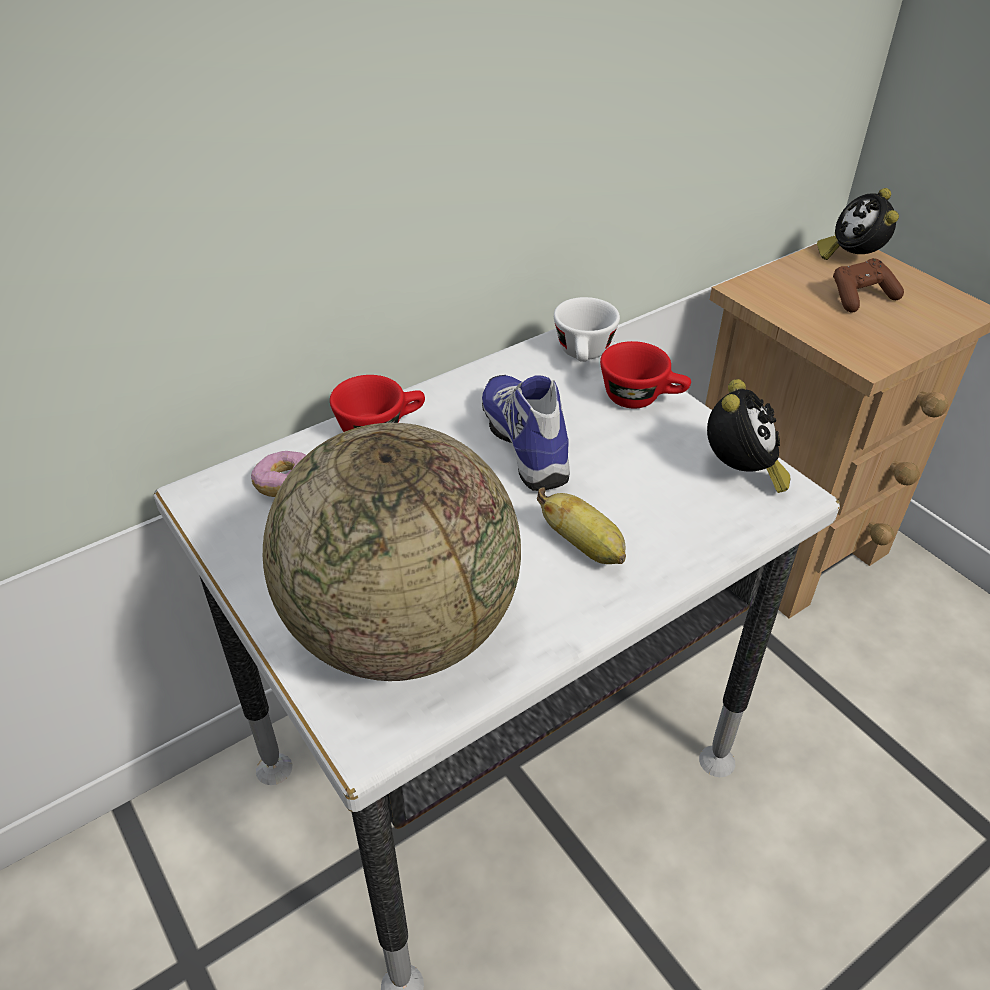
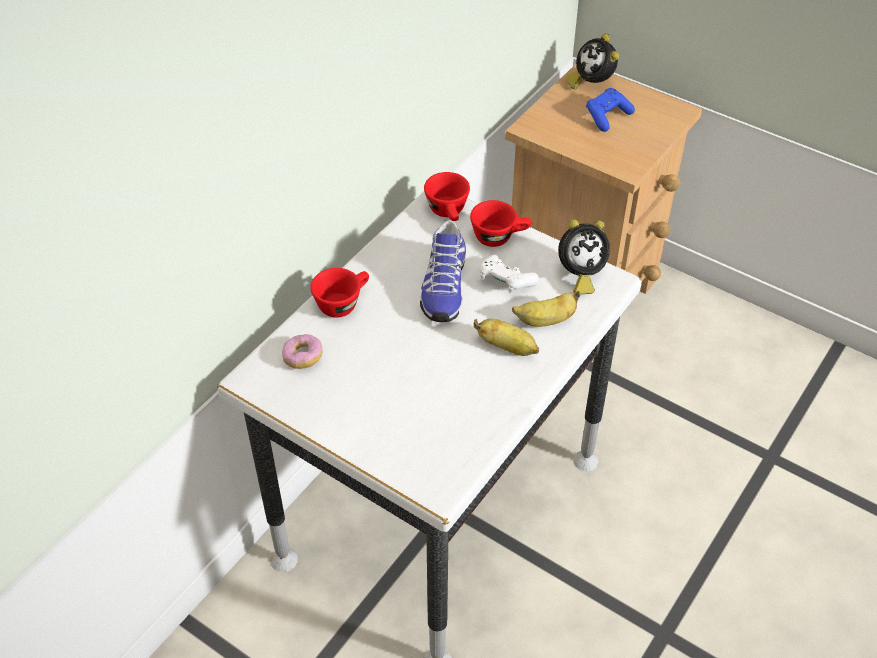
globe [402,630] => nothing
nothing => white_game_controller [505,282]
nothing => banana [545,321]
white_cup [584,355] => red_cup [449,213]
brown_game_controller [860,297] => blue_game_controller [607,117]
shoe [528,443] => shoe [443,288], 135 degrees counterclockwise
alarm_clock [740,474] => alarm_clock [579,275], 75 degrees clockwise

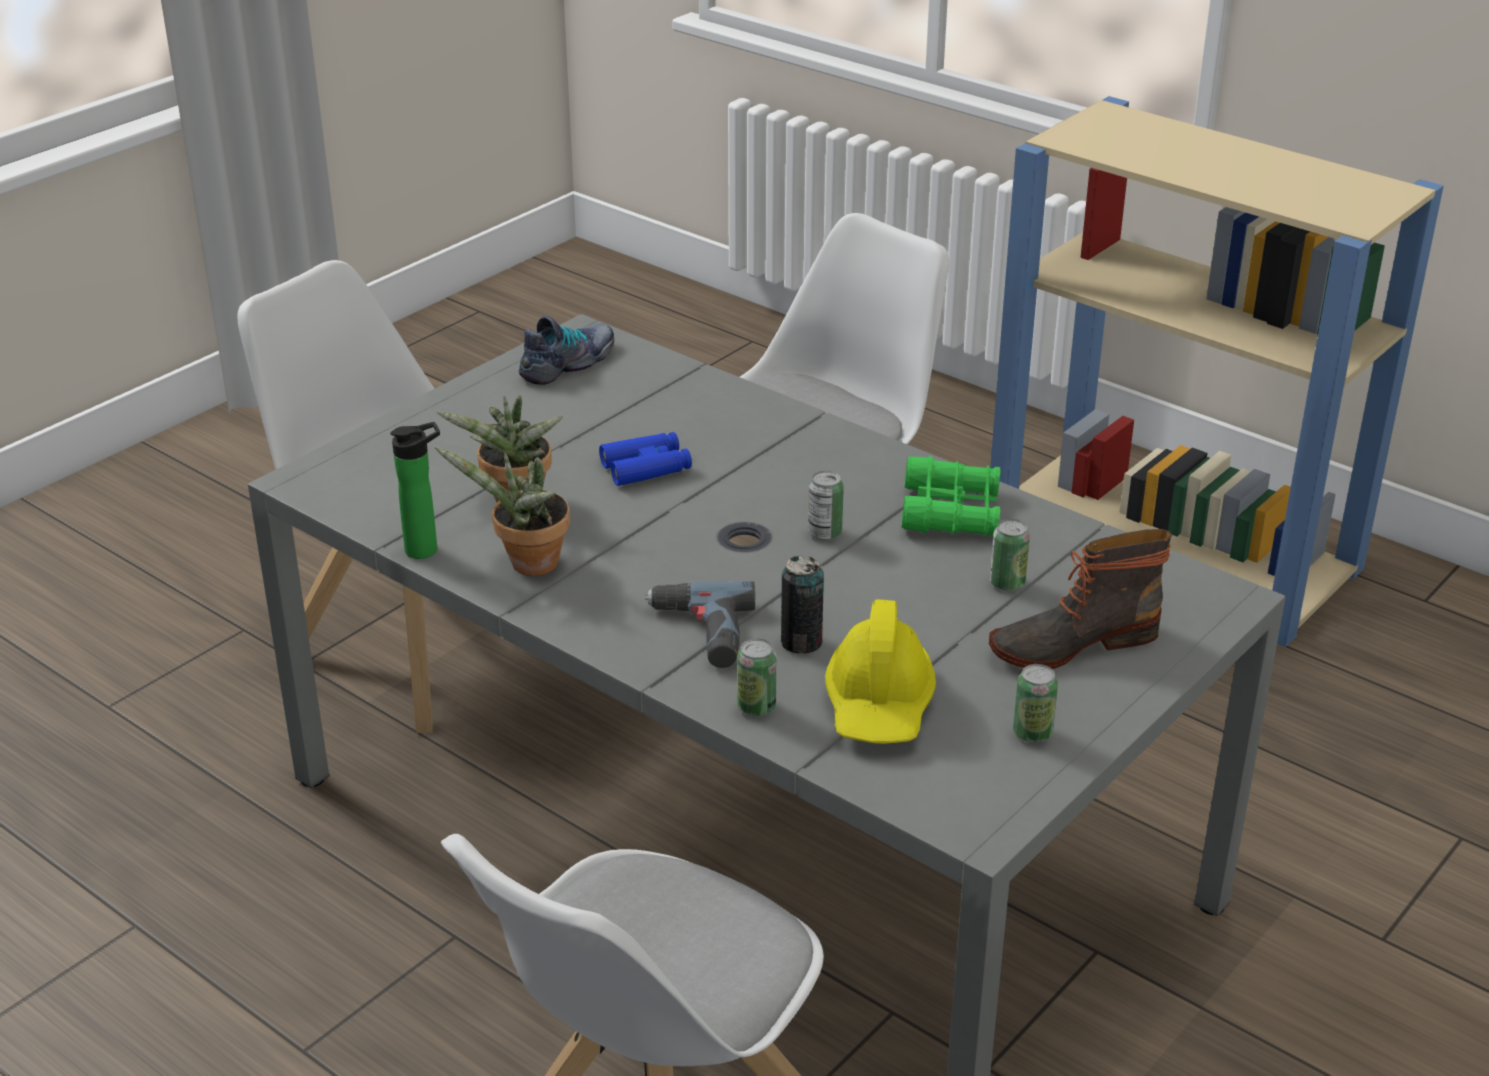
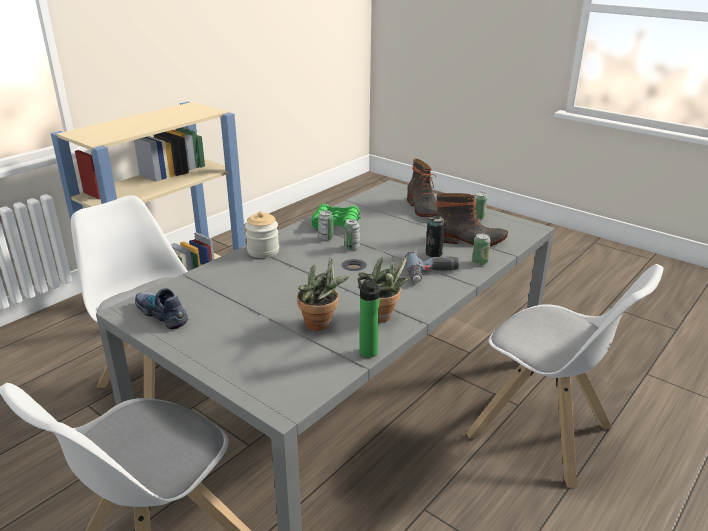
blue_binoculars [646,468] => nothing
nothing => jar [263,251]
can [1007,583] => can [326,238], shifted
yellow_hard_hat [879,704] => boot [469,240]

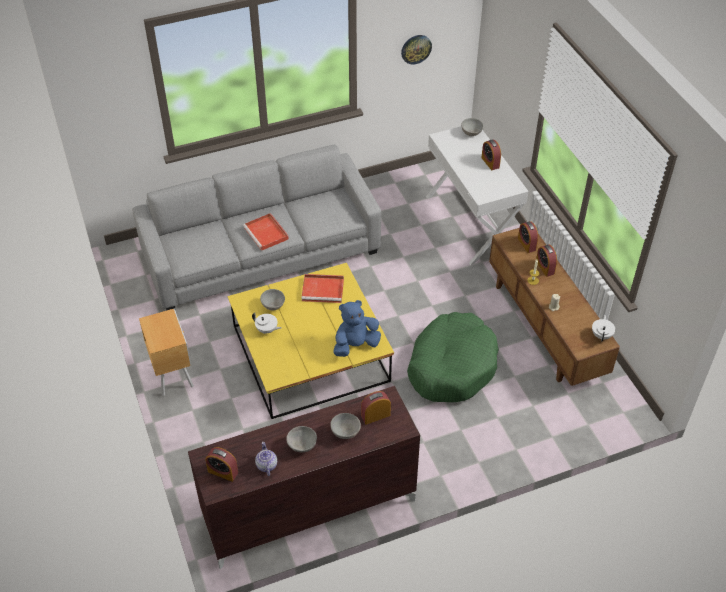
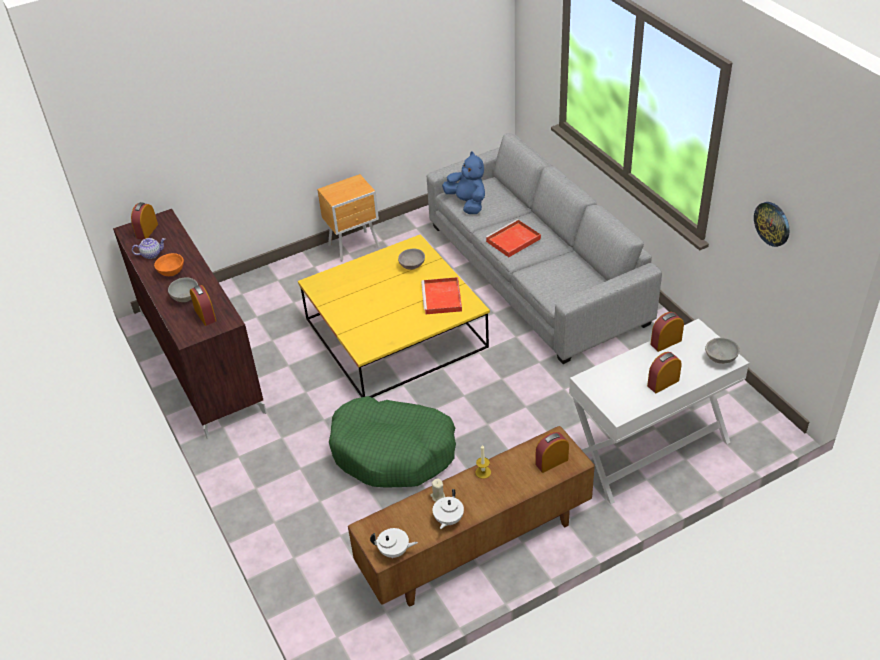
white_teapot [267,330] => white_teapot [448,519], shifted
blue_plush_toy [355,345] => blue_plush_toy [467,203], shifted
alarm_clock [545,267] => alarm_clock [666,342], shifted
grey_bowl [302,446] => orange_bowl [171,272]

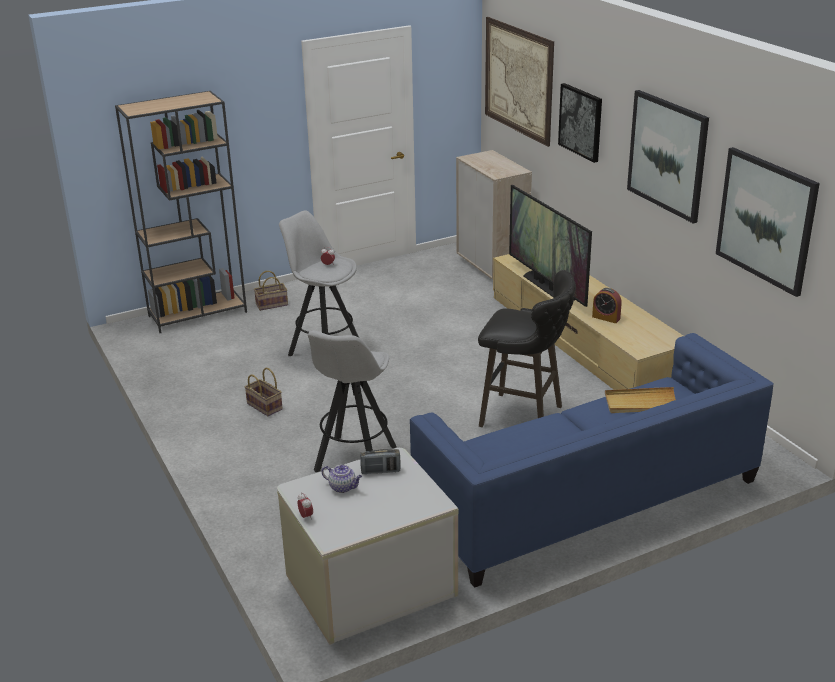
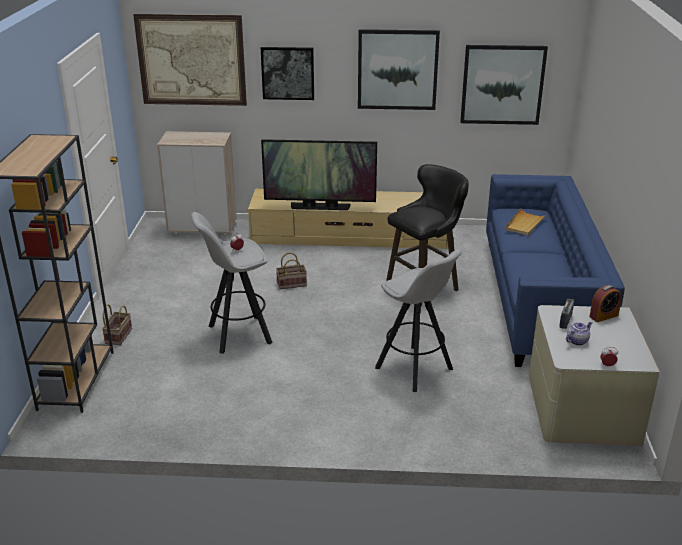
basket [265,406] => basket [292,284], shifted
alarm_clock [606,318] => alarm_clock [603,316], shifted

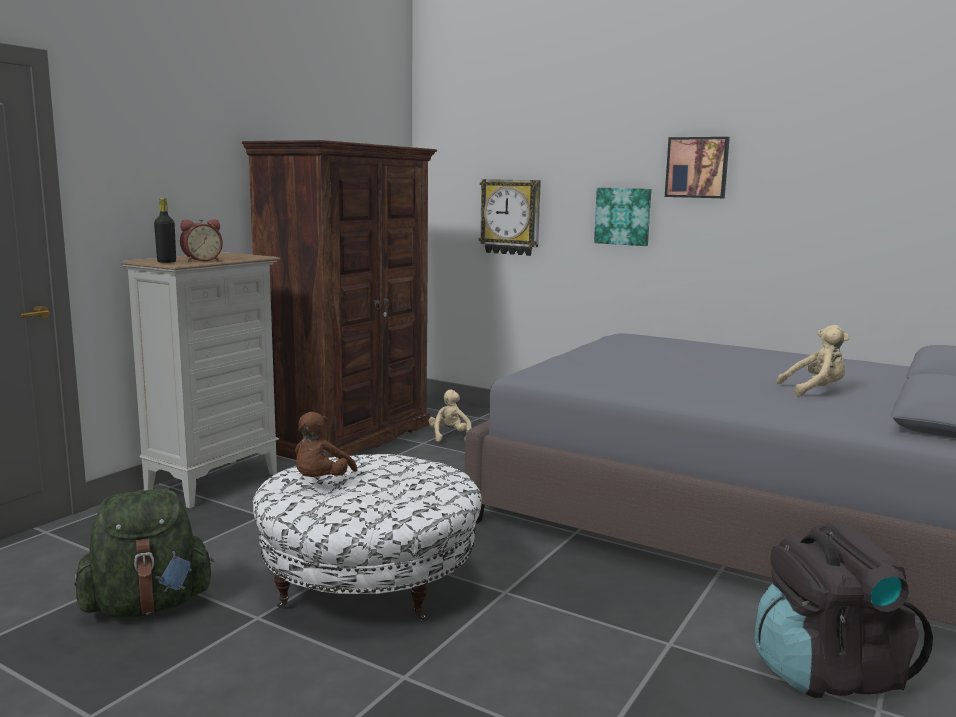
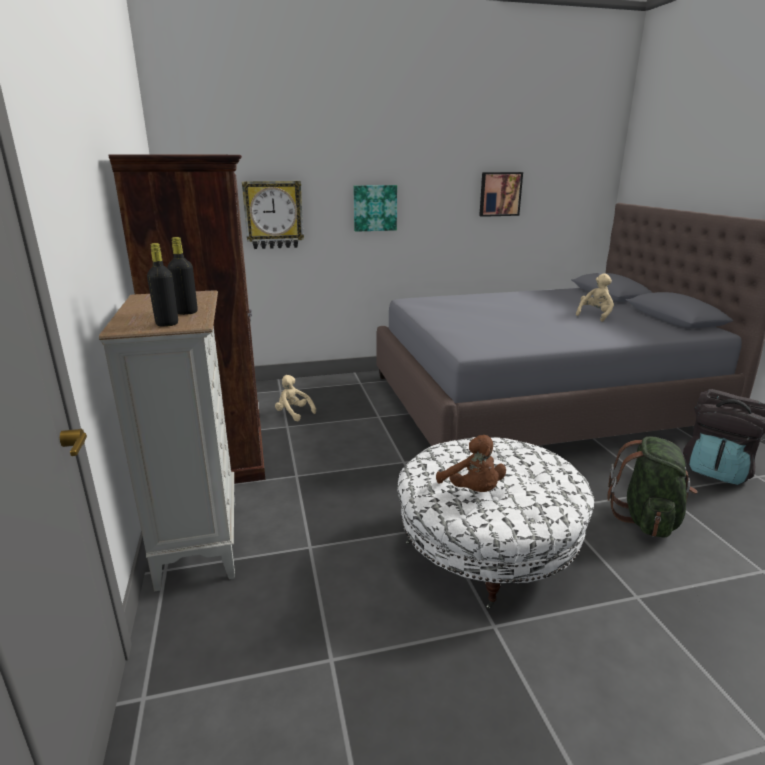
green_backpack [148,606] => green_backpack [647,519], shifted
picture [697,167] => picture [499,194], shifted
alarm_clock [201,260] => black_bottle [186,312]

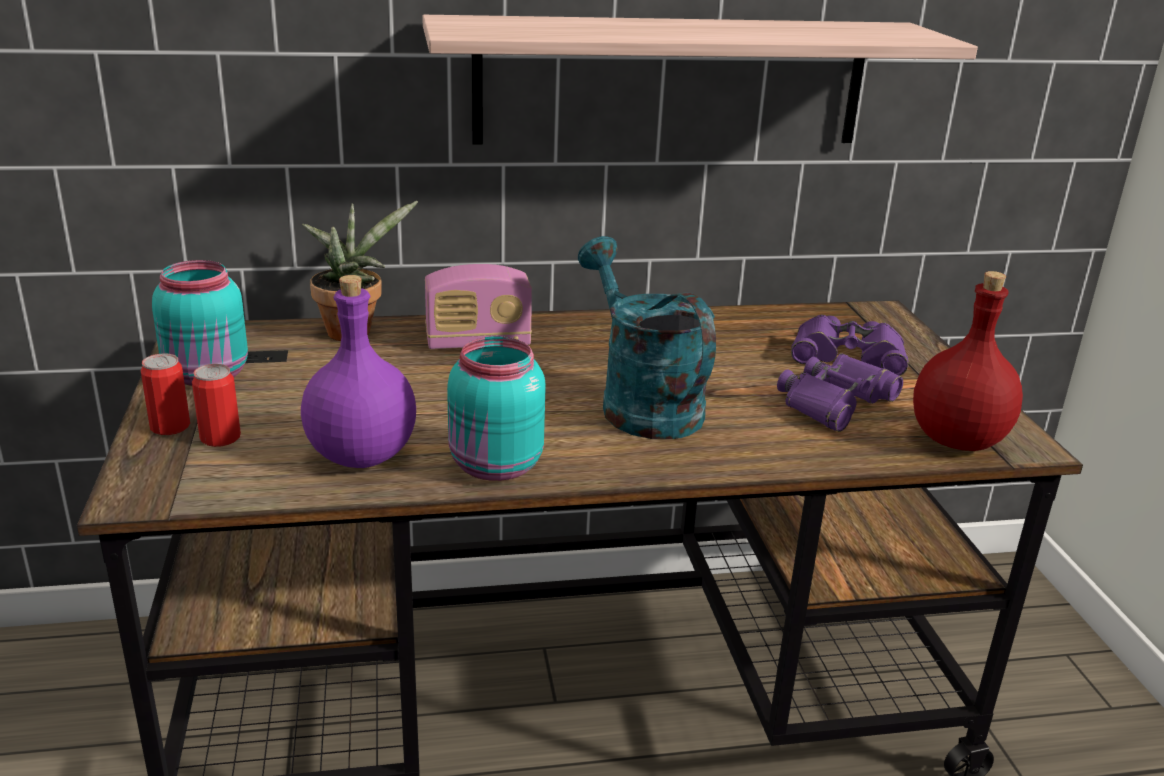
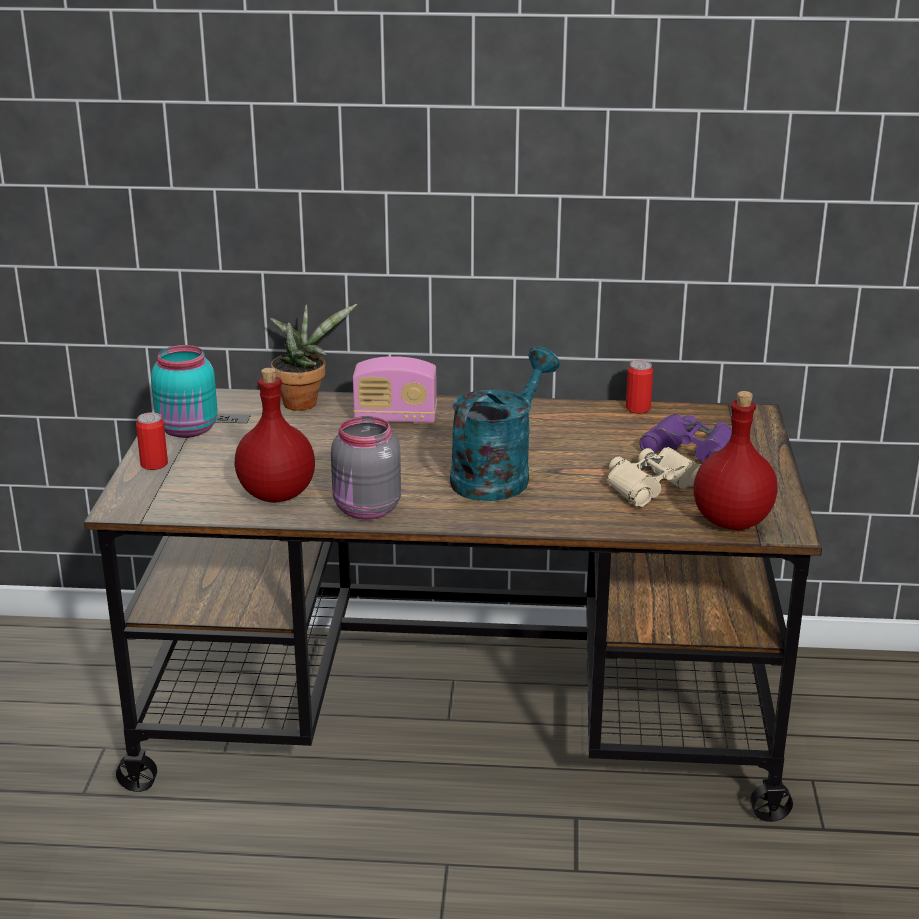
shelf [671,82] => nothing
can [220,438] => can [637,408], shifted
purple_bottle [360,455] => red_bottle [276,494]
turquoise_jar [495,467] => grey_jar [366,510]
purple_binoculars [835,402] => beige_binoculars [654,485]
turquoise_watering_can [641,403] => turquoise_watering_can [498,474], 45 degrees clockwise

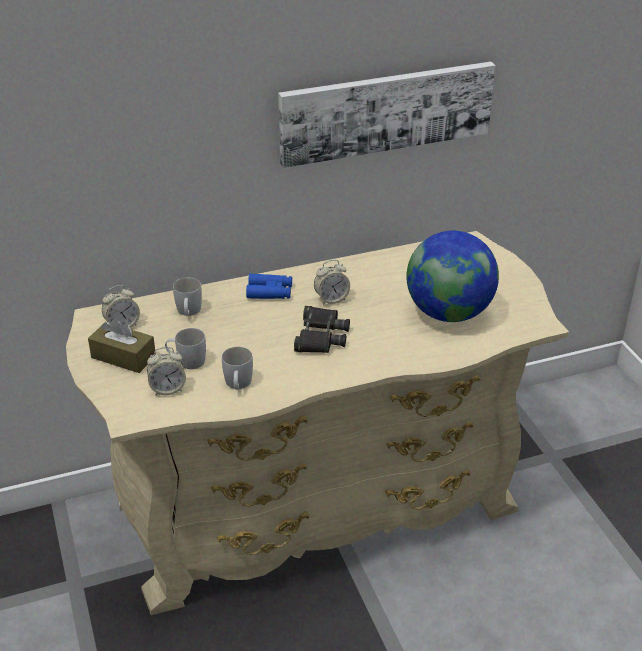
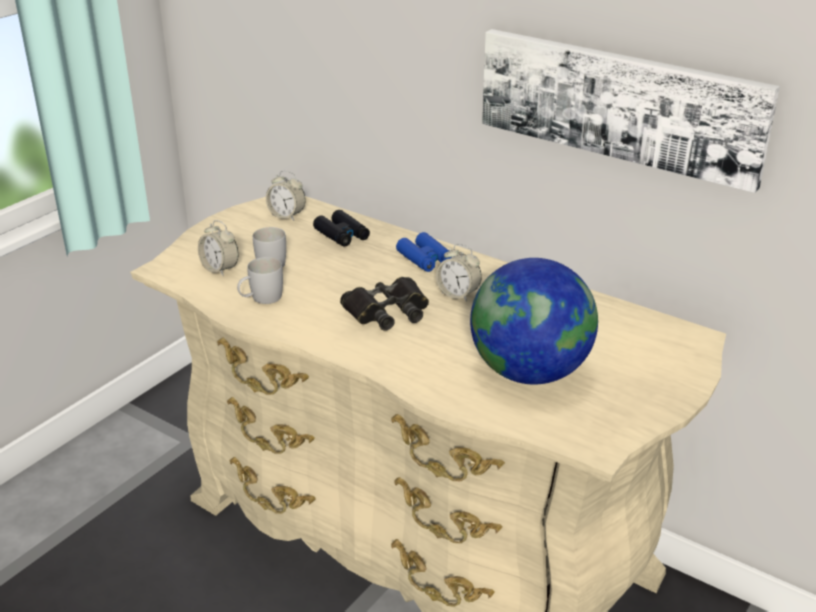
brown_tissue_box [123,357] => nothing
white_mug [188,312] => black_binoculars [342,235]

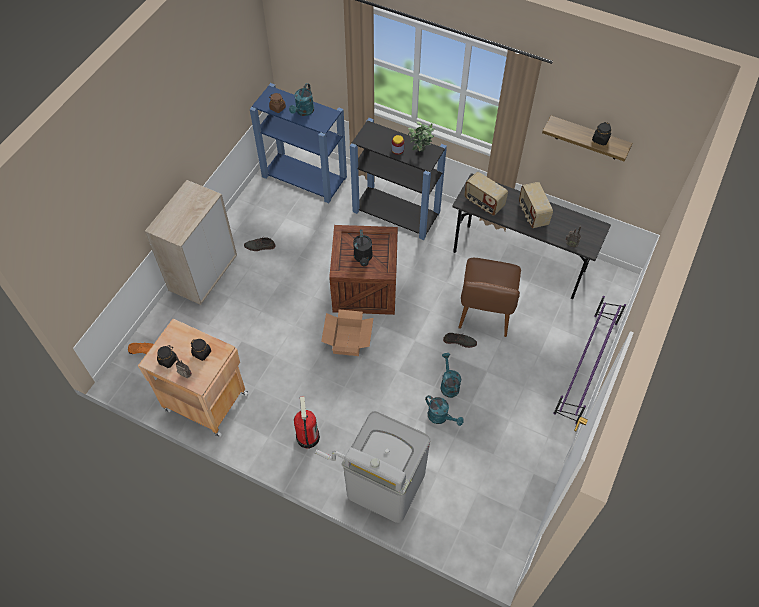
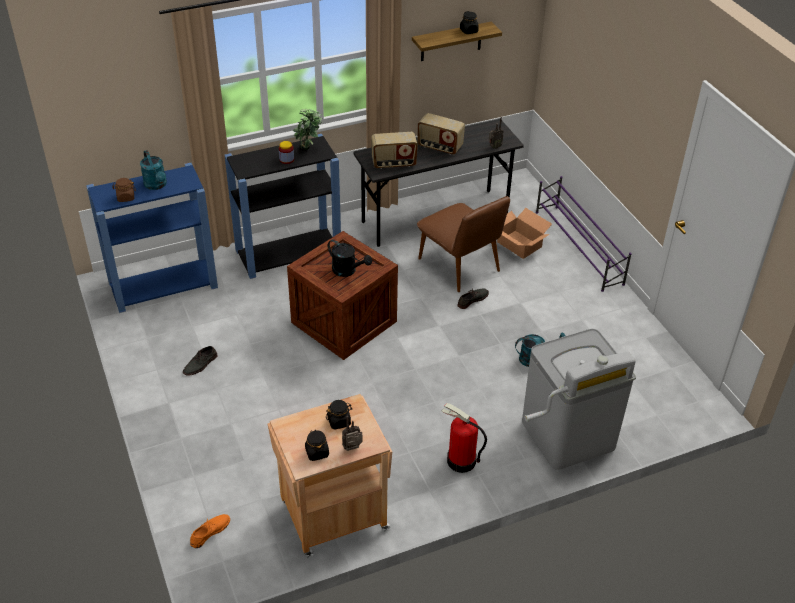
beige_cabinet [204,274] => nothing
turquoise_watering_can [448,384] => nothing
cardboard_box [347,341] => cardboard_box [519,245], shifted

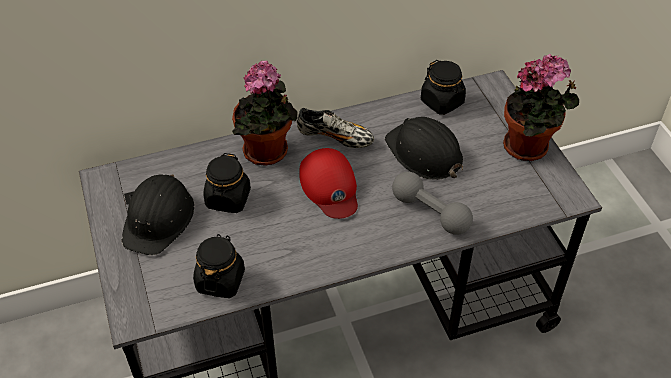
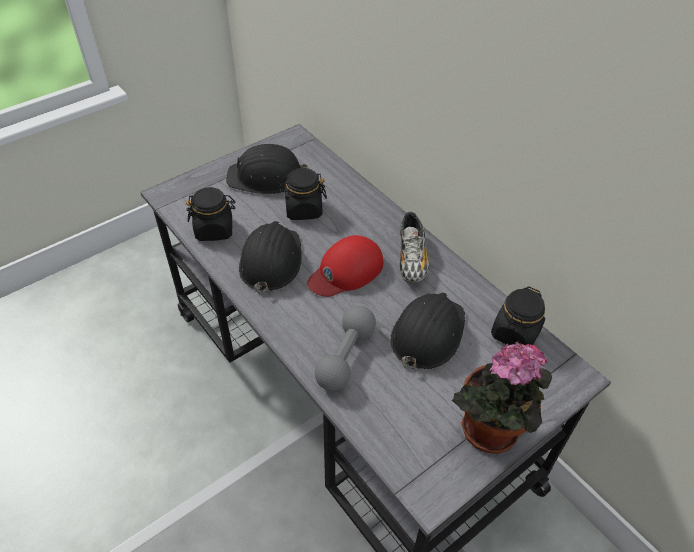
potted_plant [268,153] => nothing
nothing => black_hard_hat [271,261]

